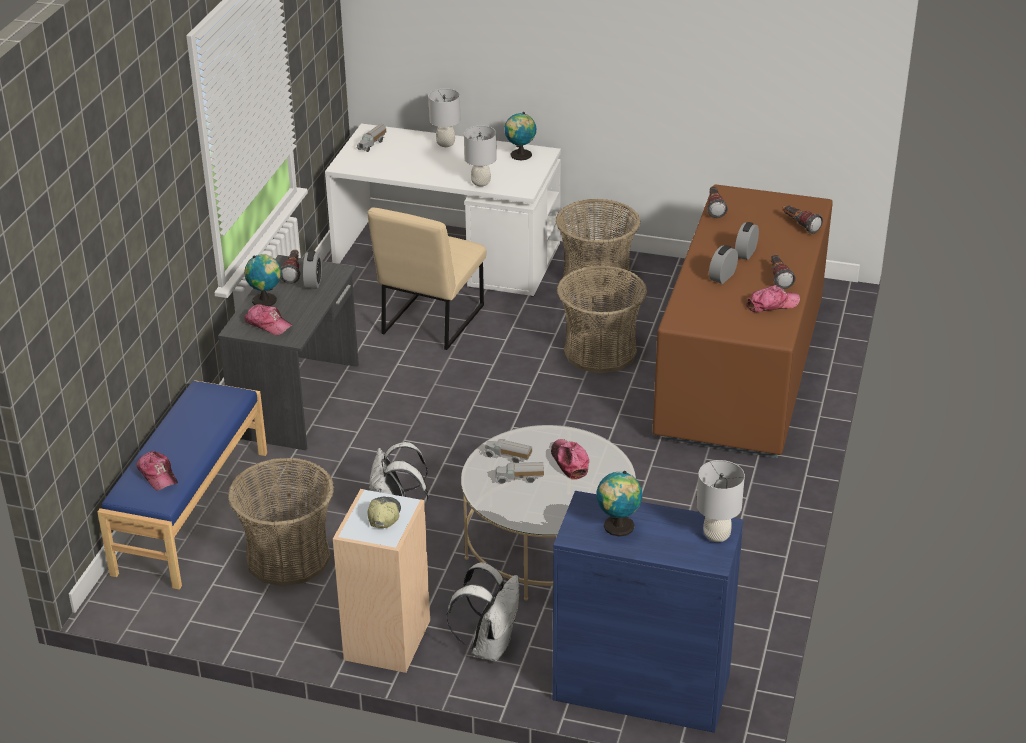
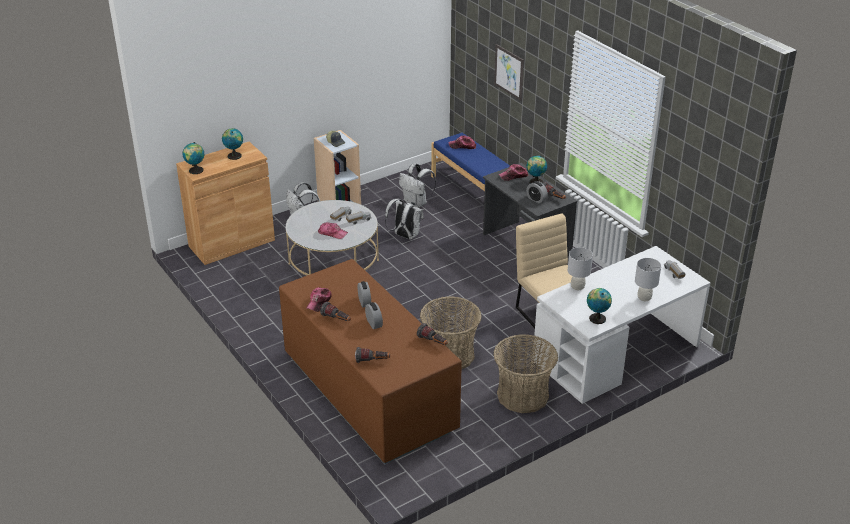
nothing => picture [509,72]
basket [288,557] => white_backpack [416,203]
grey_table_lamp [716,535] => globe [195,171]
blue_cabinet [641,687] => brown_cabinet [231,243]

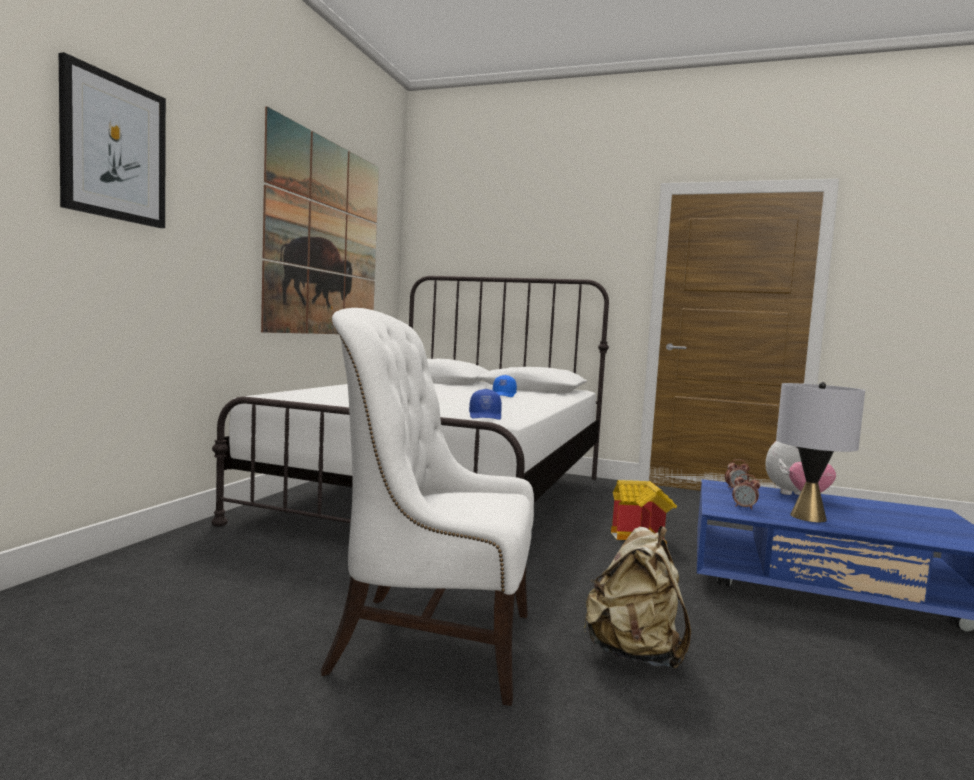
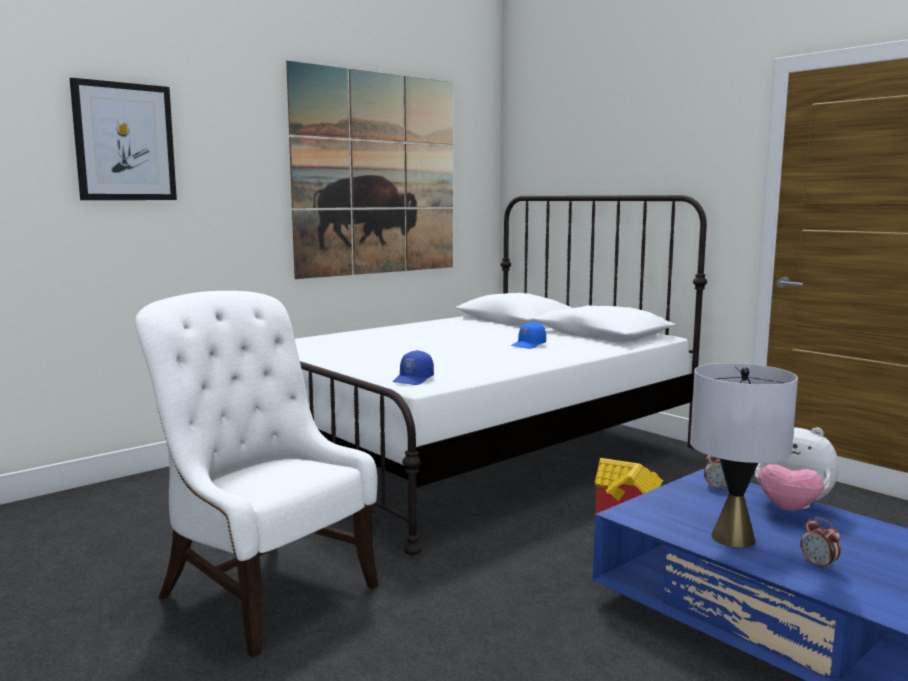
beige_backpack [634,653] => nothing
alarm_clock [744,507] => alarm_clock [818,565], shifted

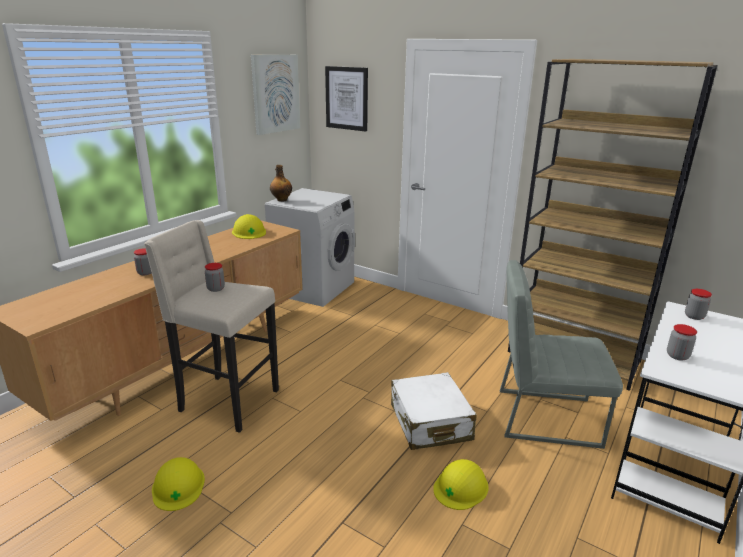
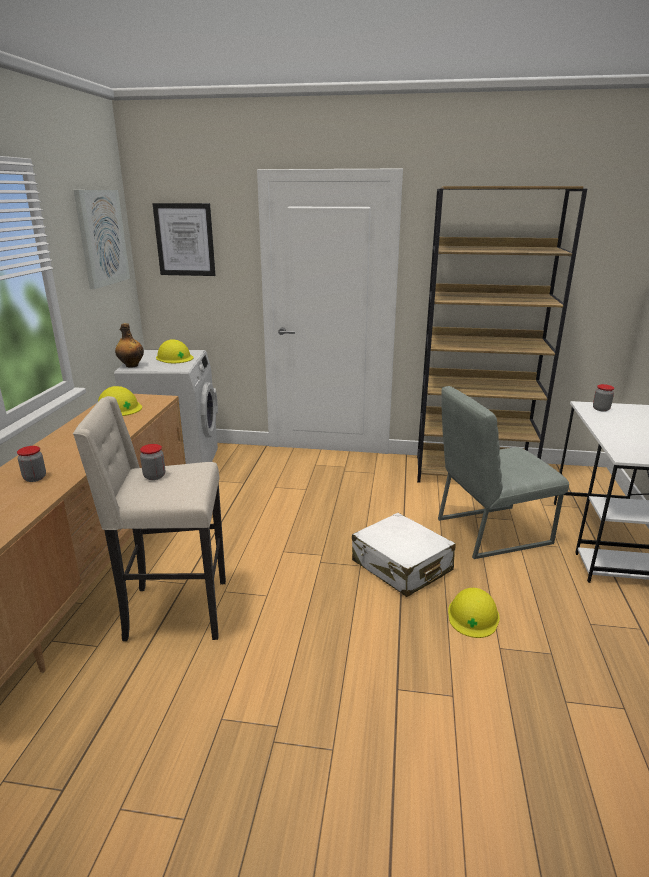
jar [677,356] => nothing
yellow_hard_hat [178,486] => yellow_hard_hat [174,357], shifted

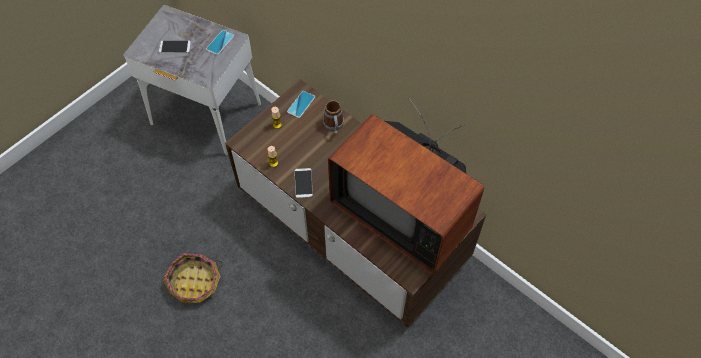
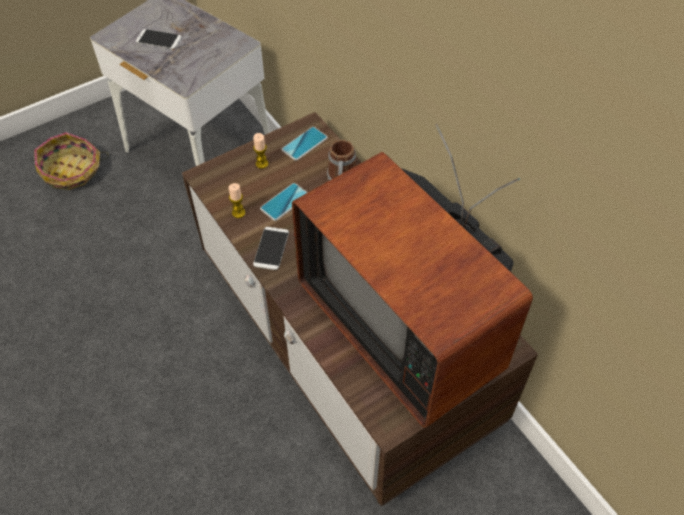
basket [195,283] => basket [72,171], shifted
phone [220,42] => phone [285,202], shifted

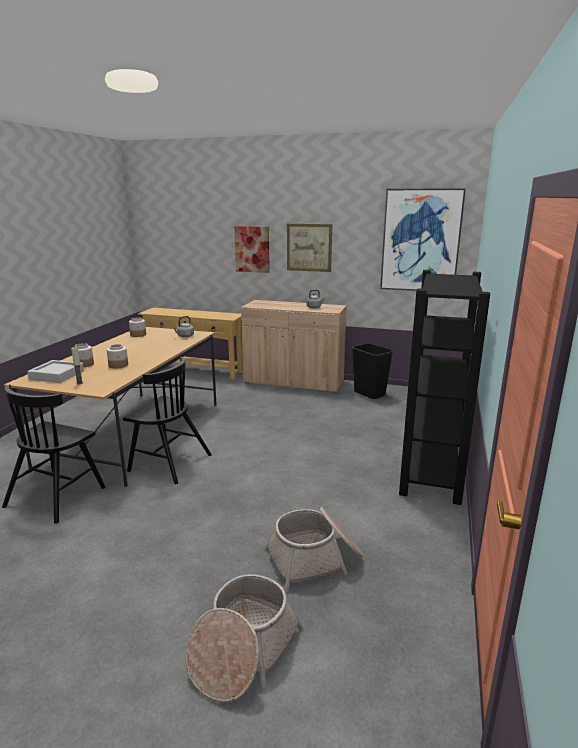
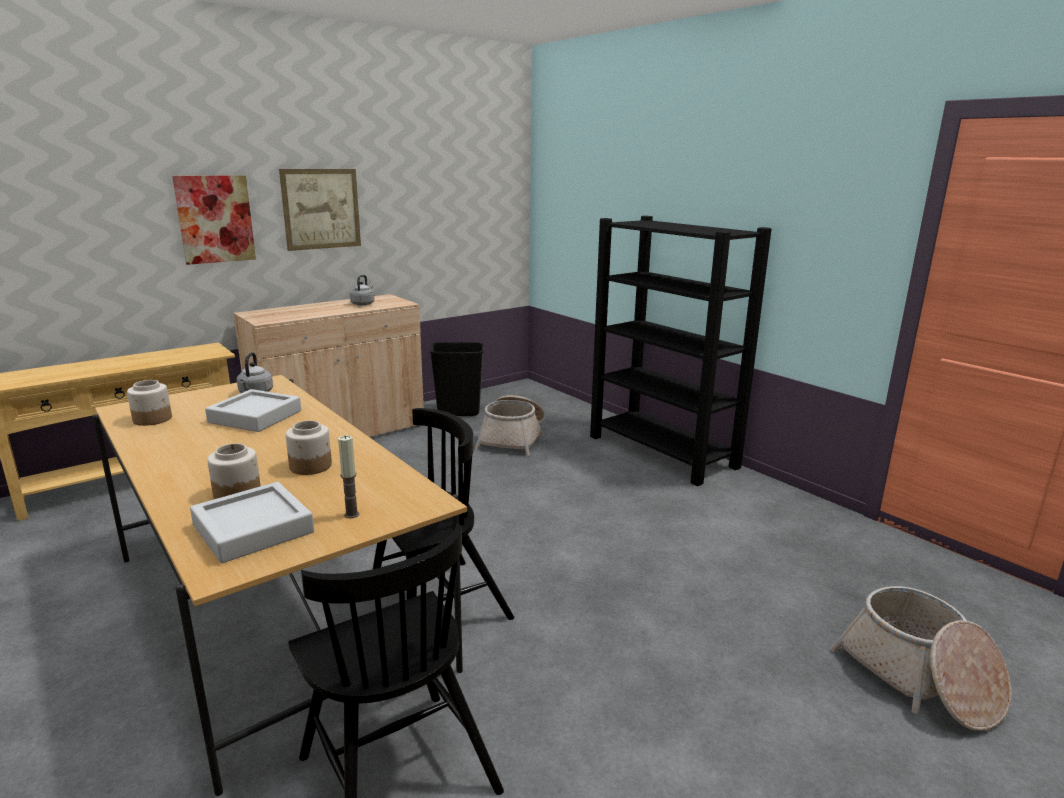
picture [421,240] => nothing
nothing => grey_tray [255,416]
basket [315,559] => basket [513,438], shifted

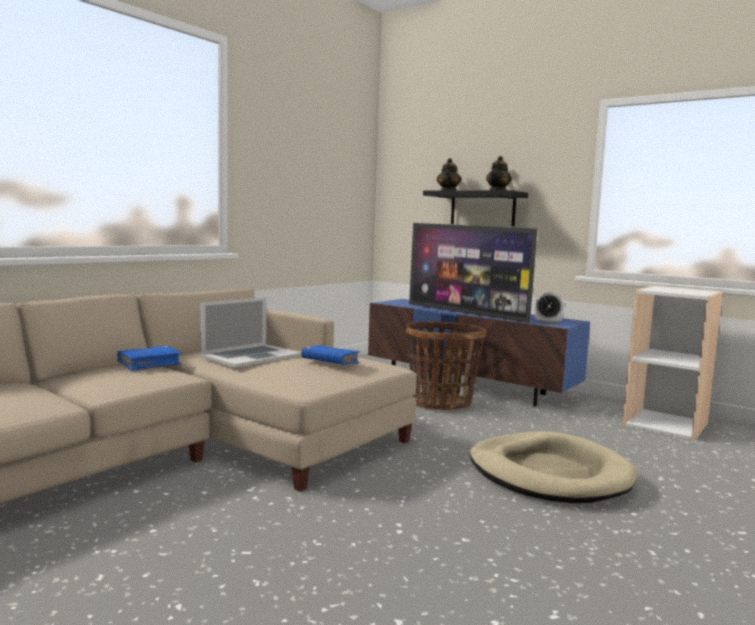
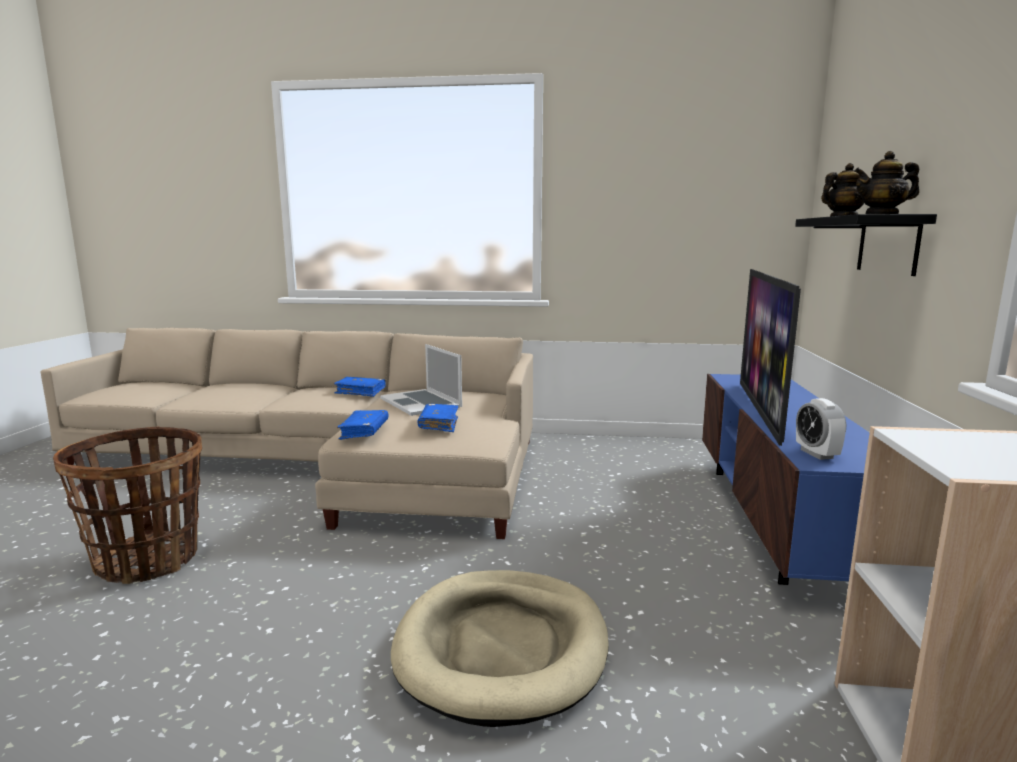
nothing => blue_book [364,431]
basket [441,403] => basket [148,560], shifted
laptop [250,356] => laptop [421,402], 45 degrees clockwise

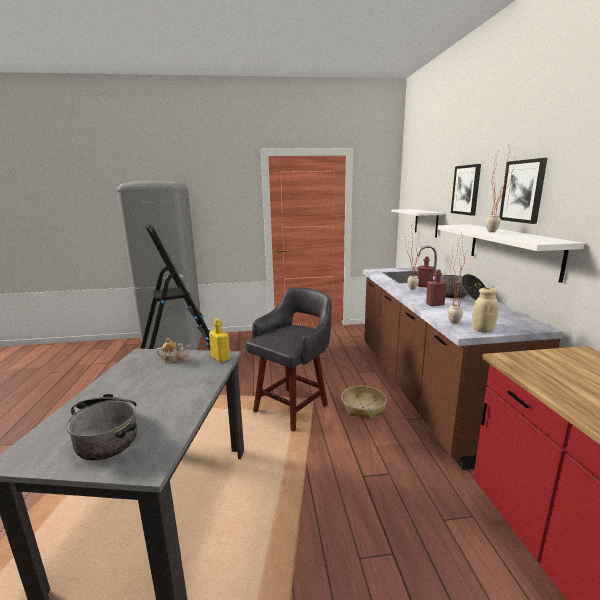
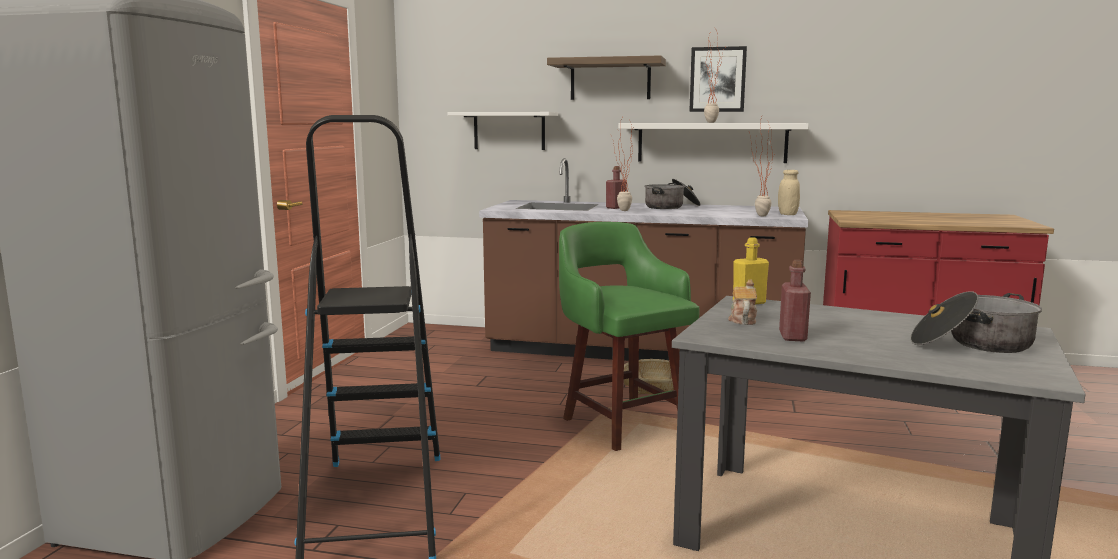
red_bottle [435,304] => red_bottle [792,336], shifted
picture [466,190] => shelf [610,79]
grey_stool [293,407] => green_stool [622,423]

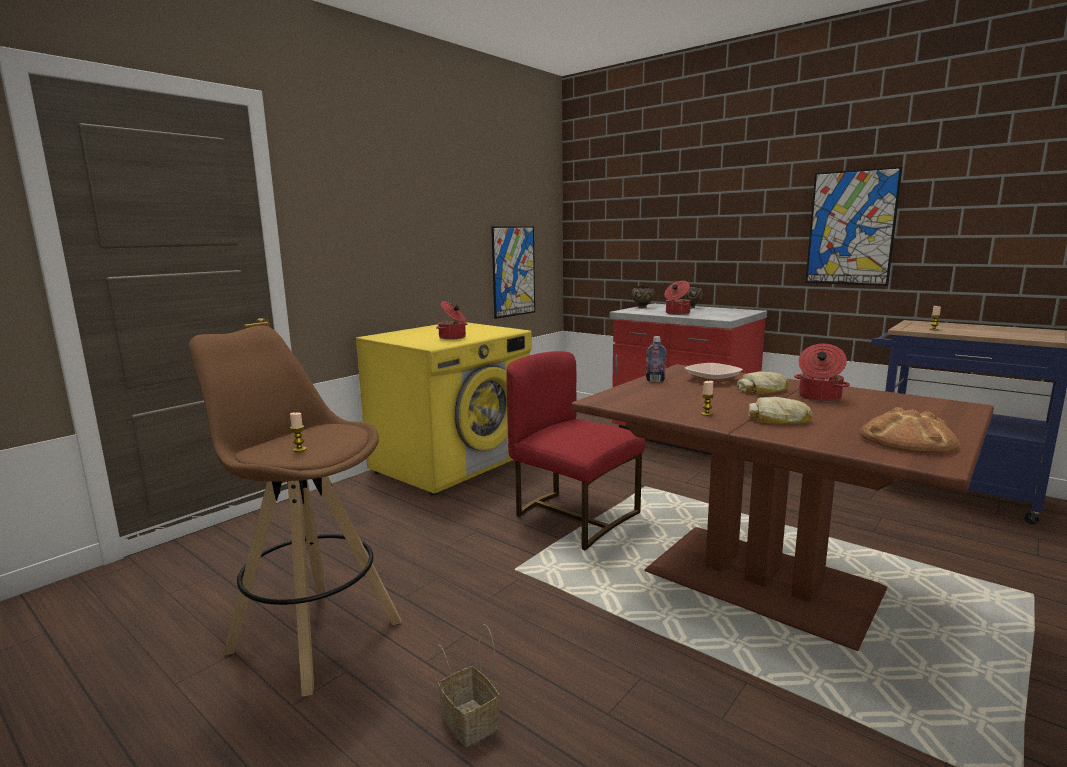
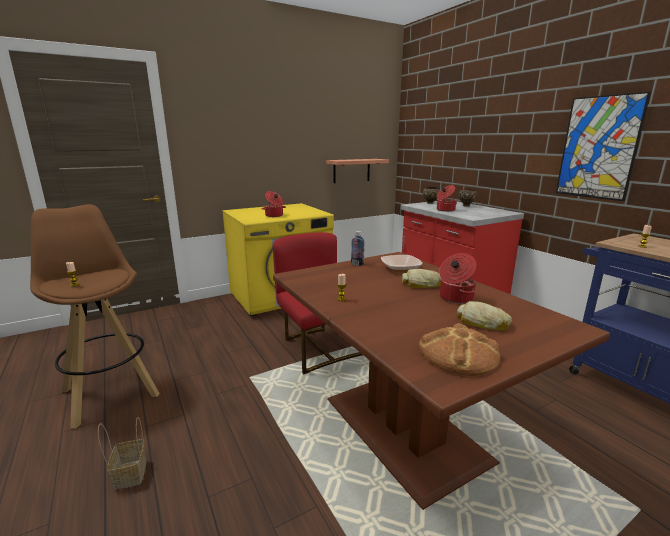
bread [779,419] => bread [483,322], shifted
picture [513,271] => shelf [351,170]

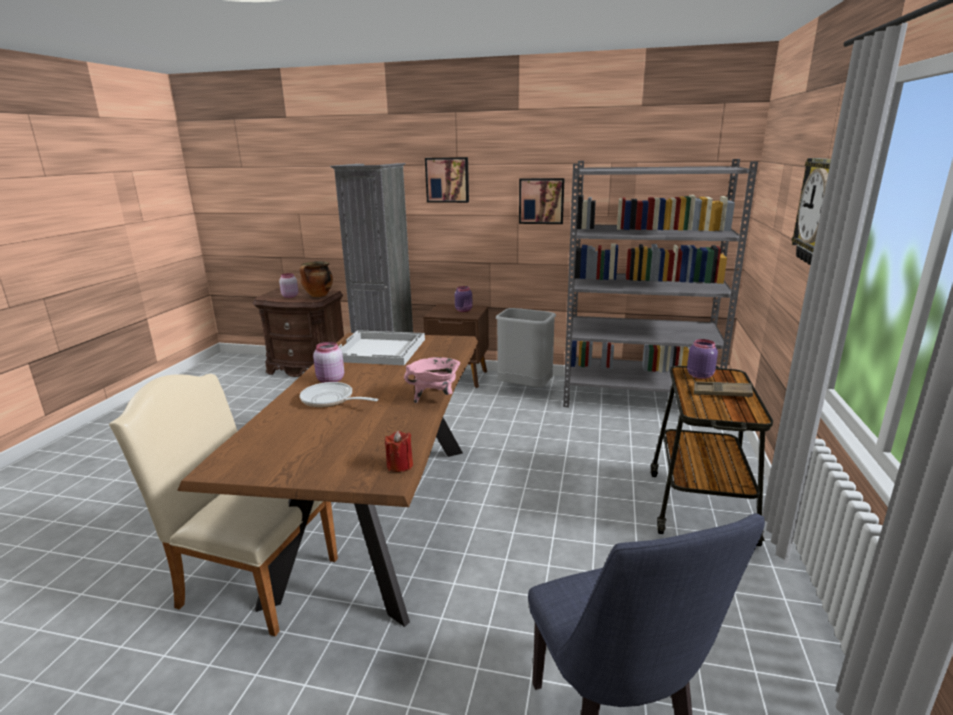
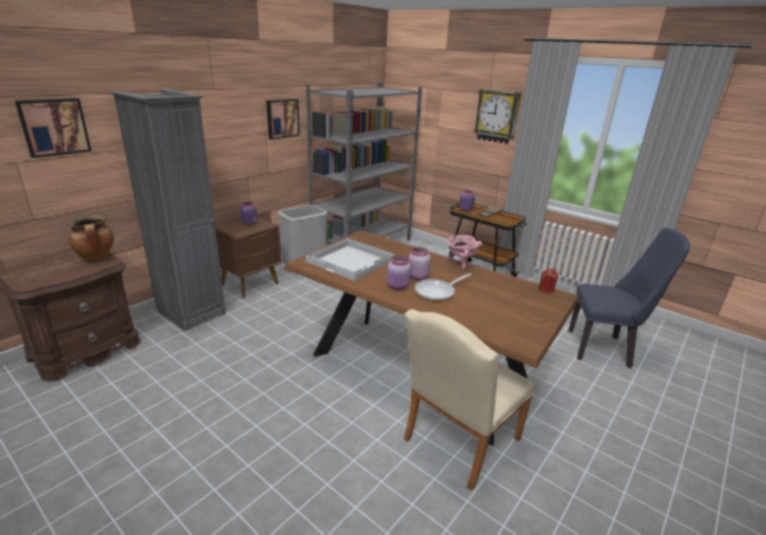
pink_jar [290,296] => pink_jar [417,277], shifted
picture [447,180] => picture [54,127], shifted

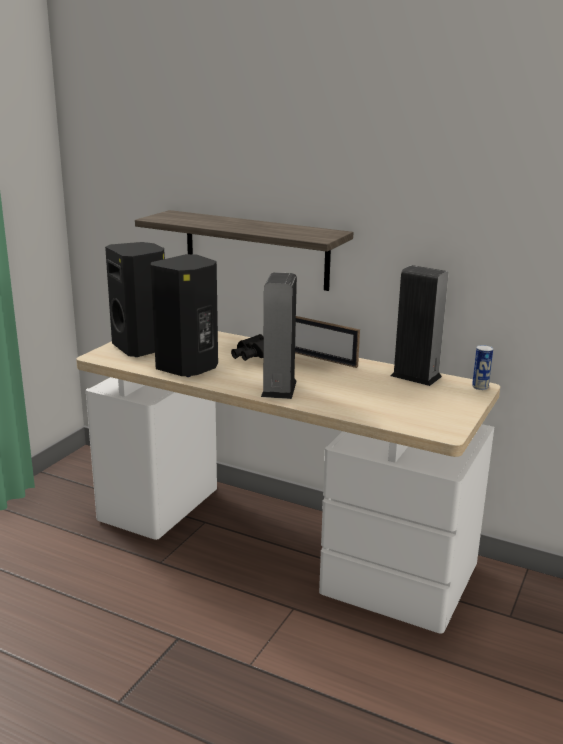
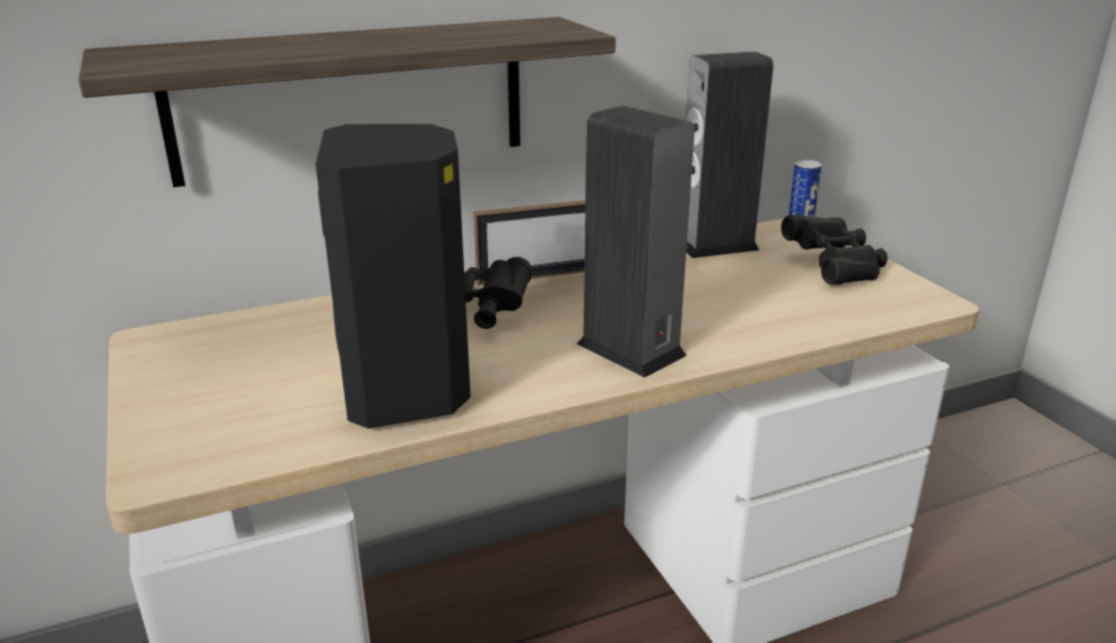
black_speaker [142,348] => nothing
nothing => black_binoculars [835,268]

